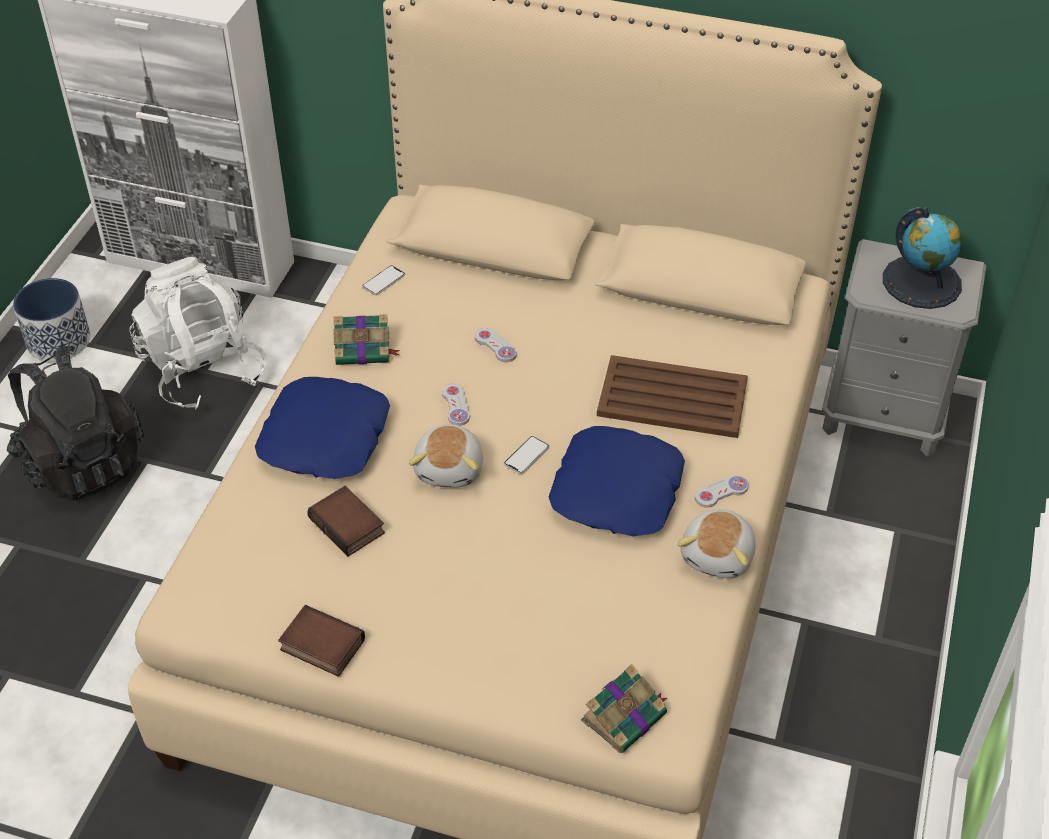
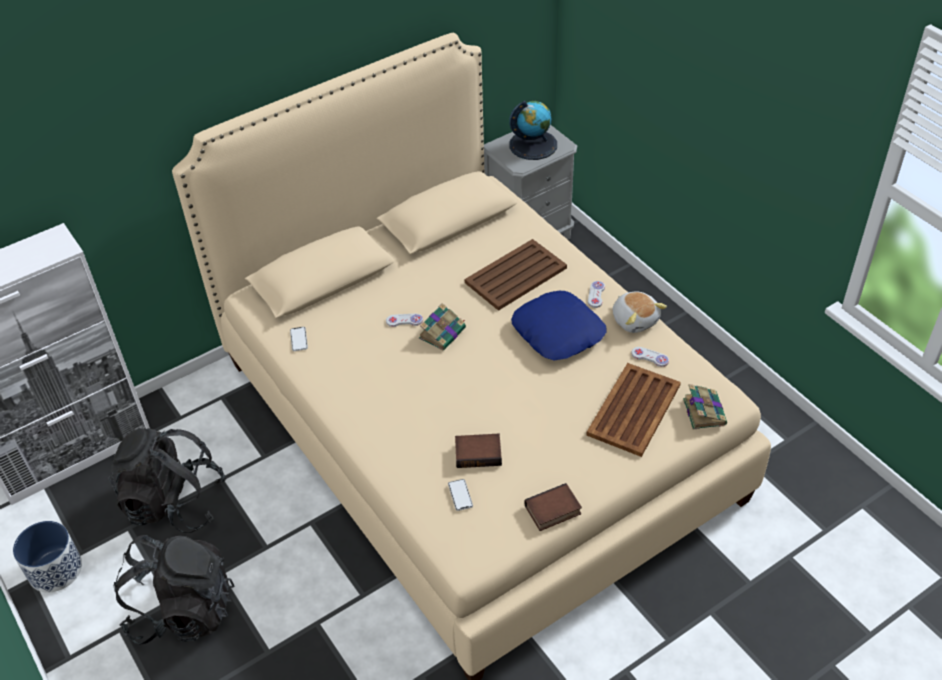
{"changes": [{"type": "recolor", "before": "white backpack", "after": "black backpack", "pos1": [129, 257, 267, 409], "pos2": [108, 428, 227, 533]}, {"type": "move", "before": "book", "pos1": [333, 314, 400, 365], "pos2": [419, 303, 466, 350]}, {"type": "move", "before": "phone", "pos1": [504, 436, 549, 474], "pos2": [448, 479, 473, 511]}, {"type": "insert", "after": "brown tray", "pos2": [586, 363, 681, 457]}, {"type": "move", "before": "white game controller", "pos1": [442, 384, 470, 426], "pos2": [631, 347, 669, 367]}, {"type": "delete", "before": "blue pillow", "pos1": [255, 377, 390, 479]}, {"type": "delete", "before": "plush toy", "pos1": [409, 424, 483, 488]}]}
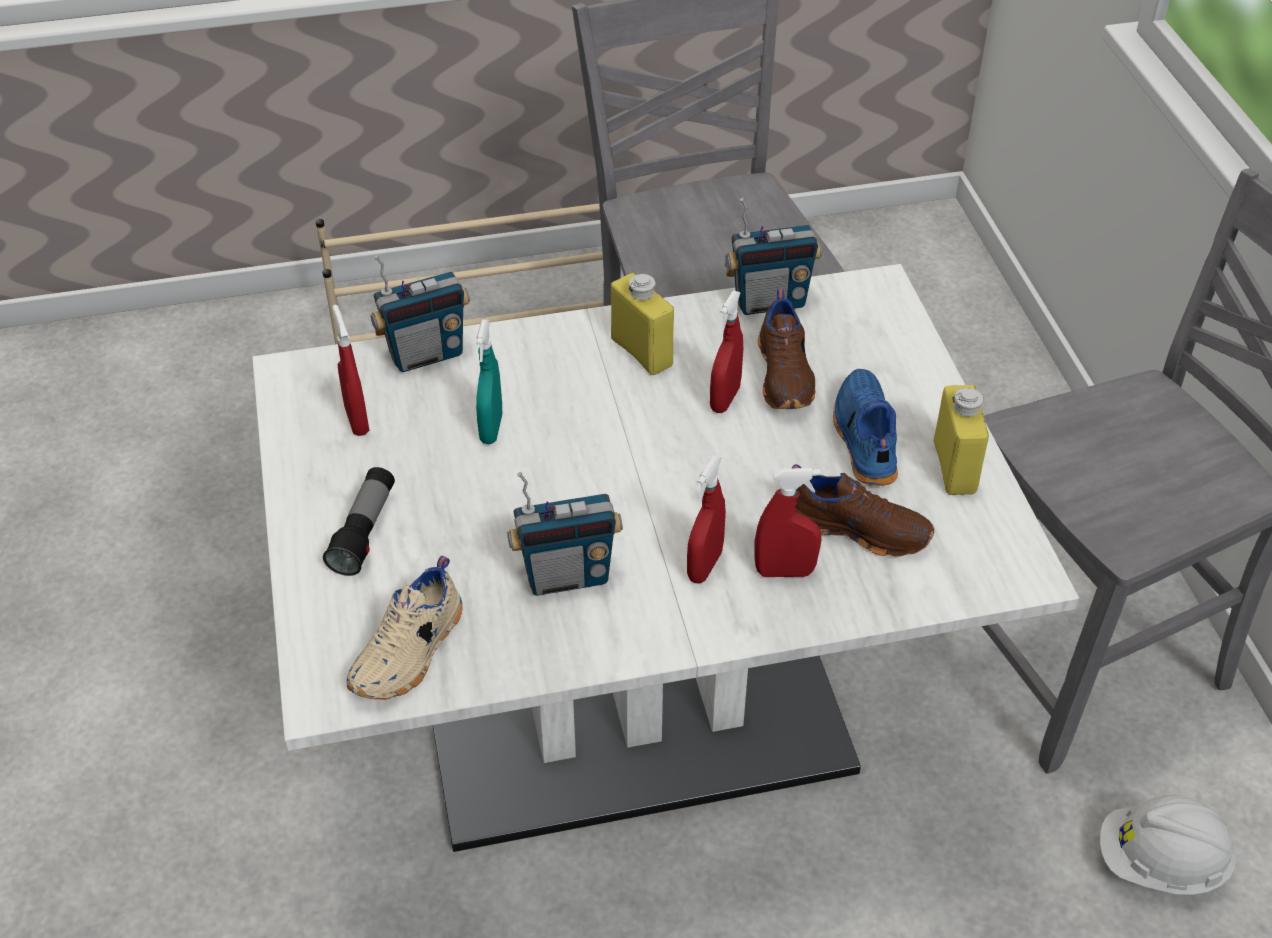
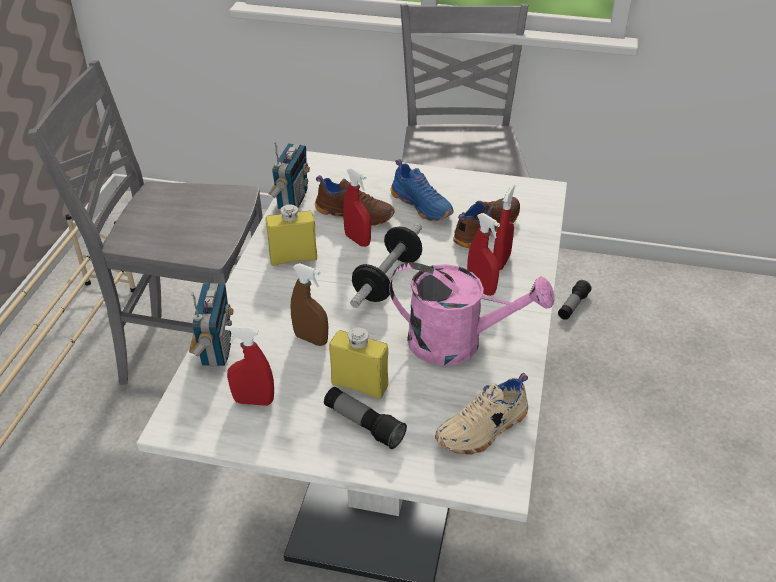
{"changes": [{"type": "recolor", "before": "turquoise spray bottle", "after": "brown spray bottle", "pos1": [476, 319, 502, 444], "pos2": [291, 263, 328, 346]}, {"type": "move", "before": "yellow bottle", "pos1": [934, 385, 989, 495], "pos2": [329, 327, 388, 399]}, {"type": "insert", "after": "dumbbell", "pos2": [350, 223, 422, 308]}, {"type": "replace", "before": "radio", "after": "pink watering can", "pos1": [507, 472, 623, 596], "pos2": [389, 262, 555, 366]}, {"type": "rotate", "before": "blue shoe", "pos1": [833, 369, 898, 486], "pos2": [391, 159, 454, 221], "turn": -150}, {"type": "rotate", "before": "beige shoe", "pos1": [347, 556, 462, 700], "pos2": [435, 373, 528, 455], "turn": 90}, {"type": "replace", "before": "white hard hat", "after": "flashlight", "pos1": [1100, 795, 1236, 895], "pos2": [558, 280, 592, 320]}]}
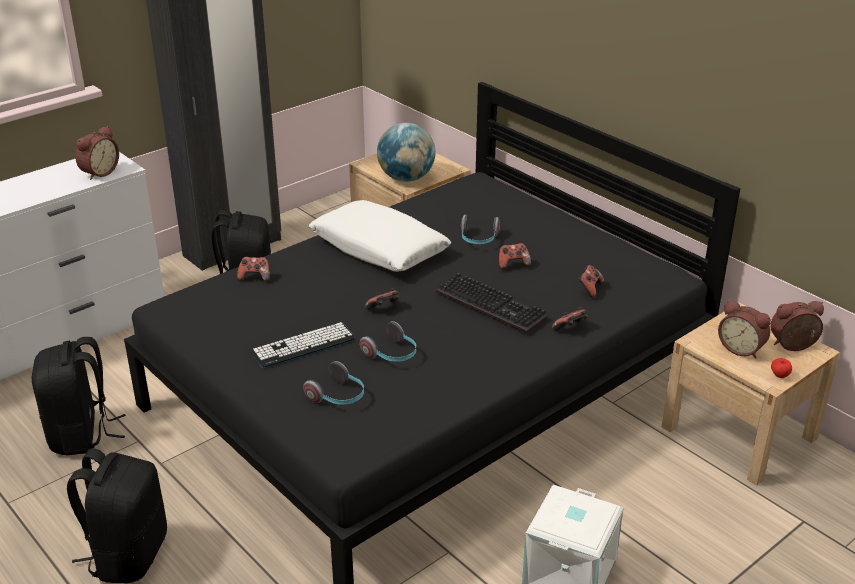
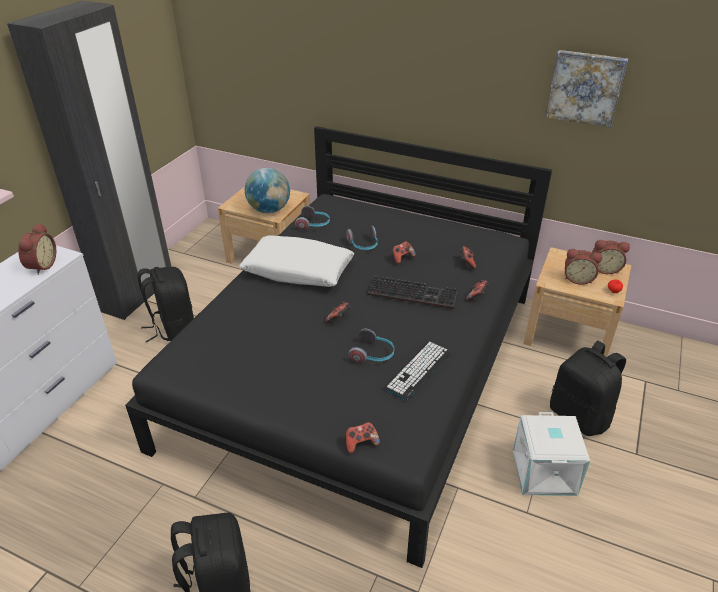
{"changes": [{"type": "move", "before": "headphones", "pos1": [303, 361, 364, 405], "pos2": [295, 206, 330, 230]}, {"type": "move", "before": "game controller", "pos1": [237, 257, 270, 282], "pos2": [346, 422, 380, 454]}, {"type": "move", "before": "keyboard", "pos1": [251, 322, 355, 368], "pos2": [384, 341, 450, 401]}, {"type": "insert", "after": "picture", "pos2": [545, 50, 628, 128]}, {"type": "move", "before": "black backpack", "pos1": [32, 337, 126, 455], "pos2": [550, 341, 626, 436]}, {"type": "rotate", "before": "alarm clock", "pos1": [771, 301, 824, 351], "pos2": [592, 240, 630, 274], "turn": -135}]}
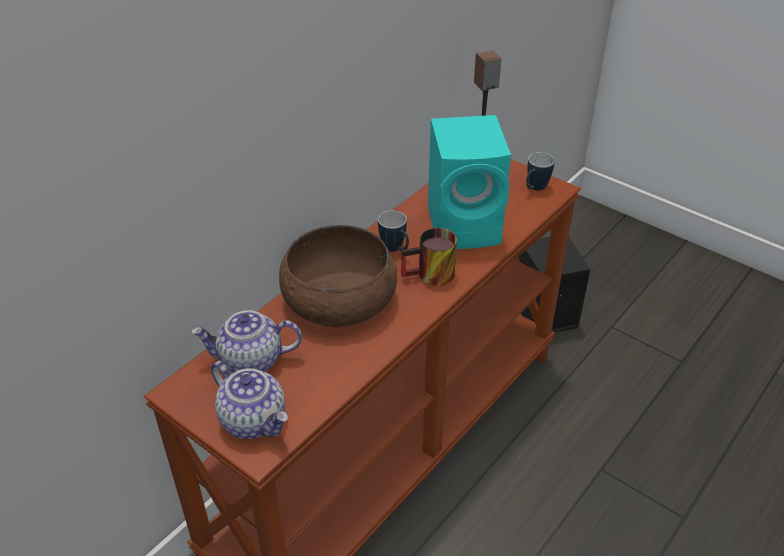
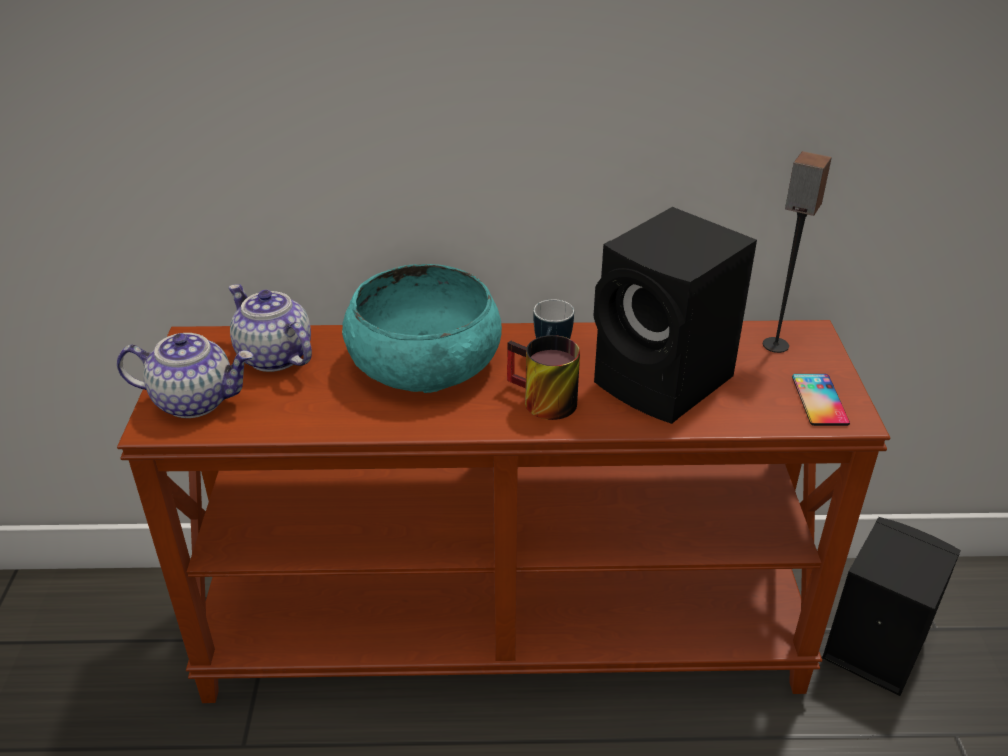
{"changes": [{"type": "rotate", "before": "teapot", "pos1": [211, 361, 288, 439], "pos2": [117, 333, 253, 418], "turn": -90}, {"type": "recolor", "before": "brown bowl", "after": "turquoise bowl", "pos1": [279, 225, 397, 328], "pos2": [342, 264, 502, 393]}, {"type": "recolor", "before": "turquoise speaker", "after": "black speaker", "pos1": [428, 115, 511, 249], "pos2": [594, 207, 757, 424]}, {"type": "replace", "before": "mug", "after": "phone", "pos1": [526, 152, 555, 191], "pos2": [792, 374, 850, 426]}]}
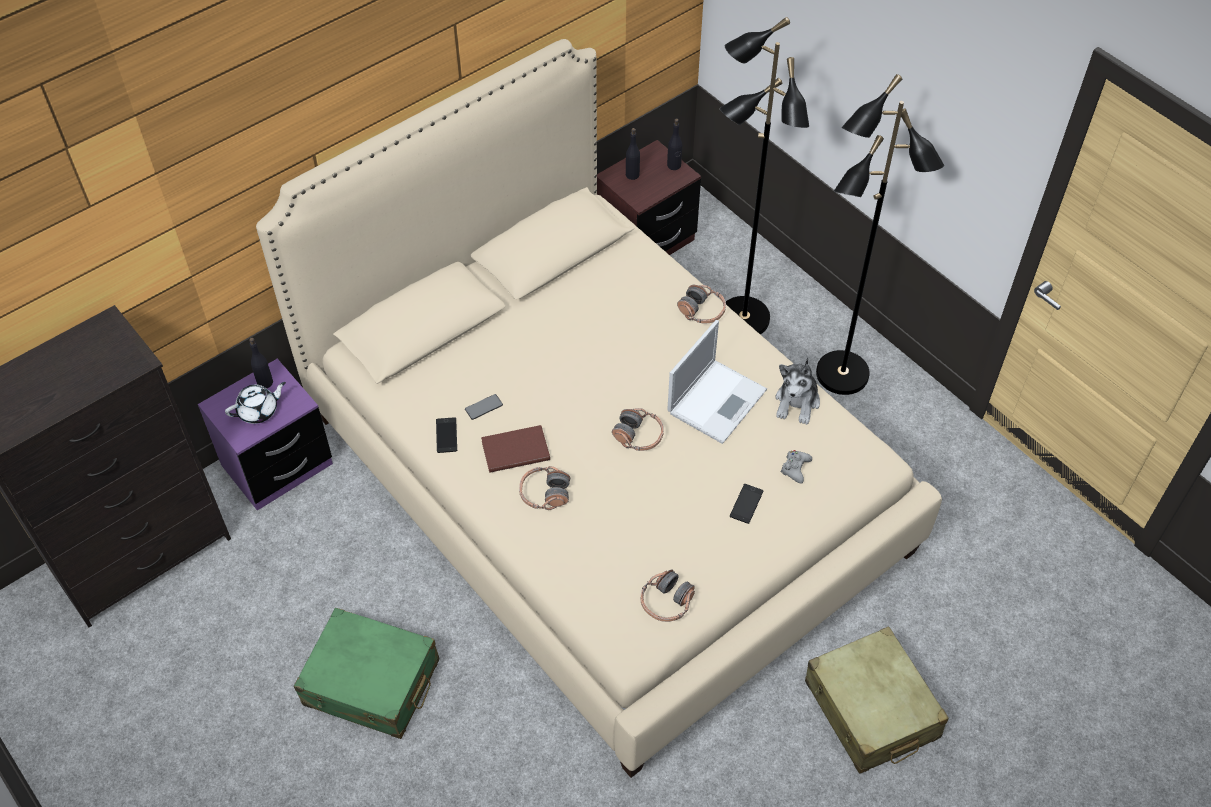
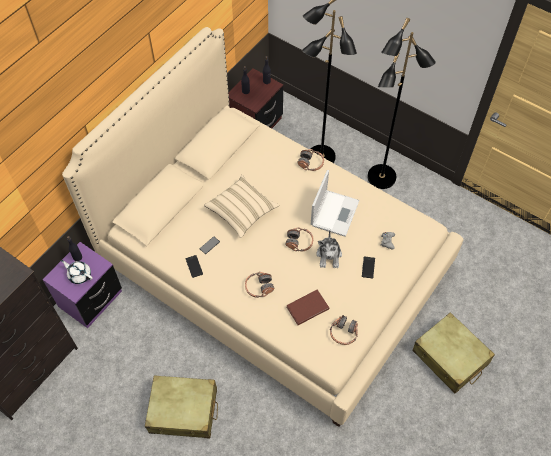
{"changes": [{"type": "rotate", "before": "white teapot", "pos1": [225, 382, 286, 424], "pos2": [61, 260, 93, 284], "turn": -105}, {"type": "recolor", "before": "green suitcase", "after": "beige suitcase", "pos1": [294, 608, 439, 739], "pos2": [145, 376, 218, 438]}, {"type": "insert", "after": "beige pillow", "pos2": [204, 175, 279, 238]}, {"type": "move", "before": "brown book", "pos1": [481, 425, 550, 473], "pos2": [286, 290, 329, 325]}, {"type": "move", "before": "plush toy", "pos1": [775, 358, 820, 425], "pos2": [316, 230, 342, 268]}]}
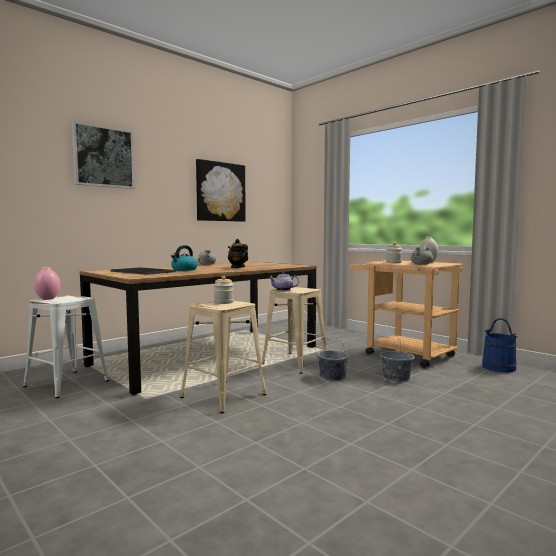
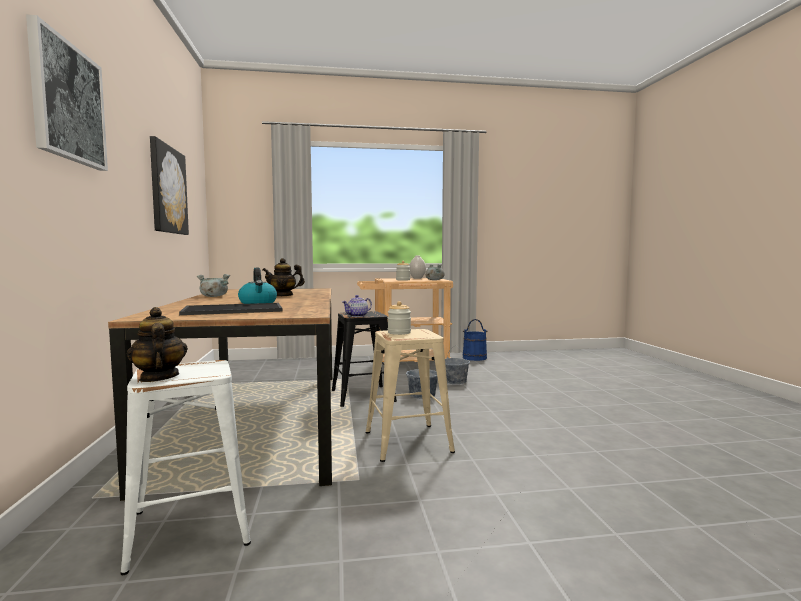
{"changes": [{"type": "replace", "before": "pink vase", "after": "teapot", "pos1": [34, 267, 60, 300], "pos2": [127, 307, 188, 382]}, {"type": "recolor", "before": "beige stool", "after": "black stool", "pos1": [261, 287, 327, 374], "pos2": [332, 311, 397, 407]}]}
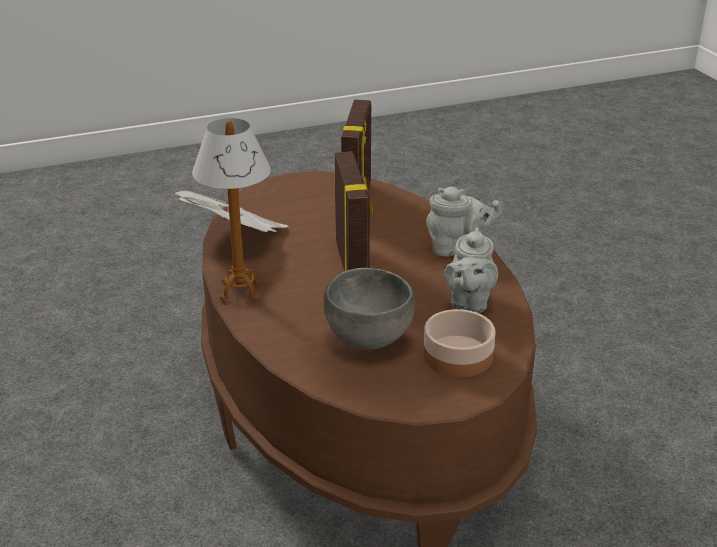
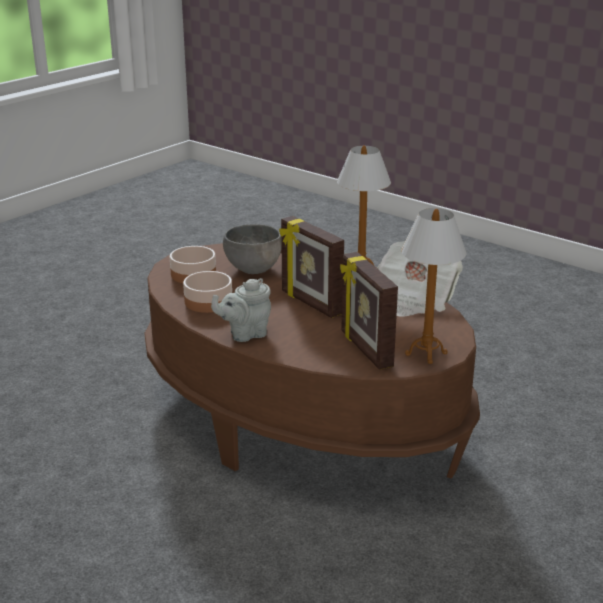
{"changes": [{"type": "replace", "before": "grey teapot", "after": "bowl", "pos1": [444, 227, 498, 313], "pos2": [183, 271, 232, 313]}, {"type": "insert", "after": "table lamp", "pos2": [401, 208, 466, 364]}]}
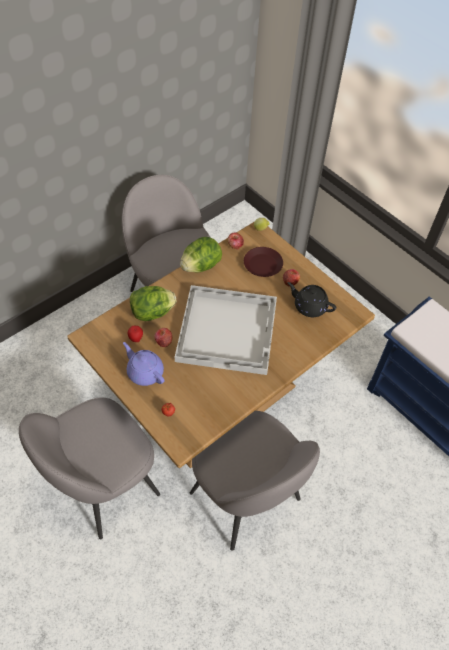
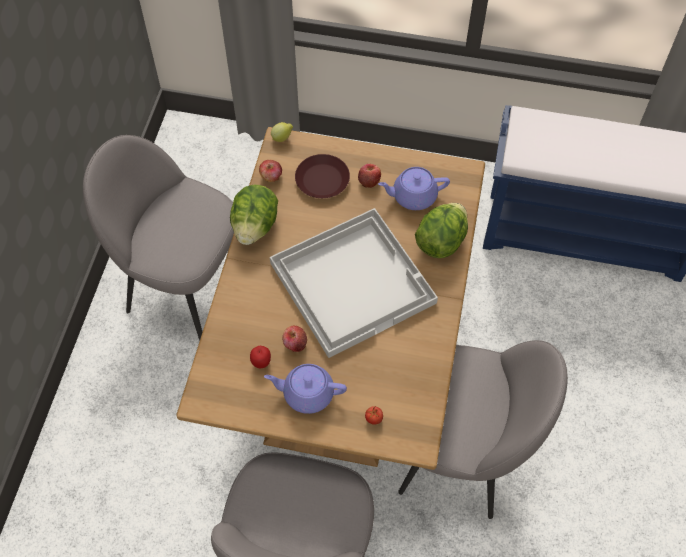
{"changes": [{"type": "recolor", "before": "black teapot", "after": "purple teapot", "pos1": [287, 282, 336, 317], "pos2": [378, 167, 450, 210]}, {"type": "move", "before": "lettuce", "pos1": [130, 286, 177, 321], "pos2": [415, 203, 468, 258]}]}
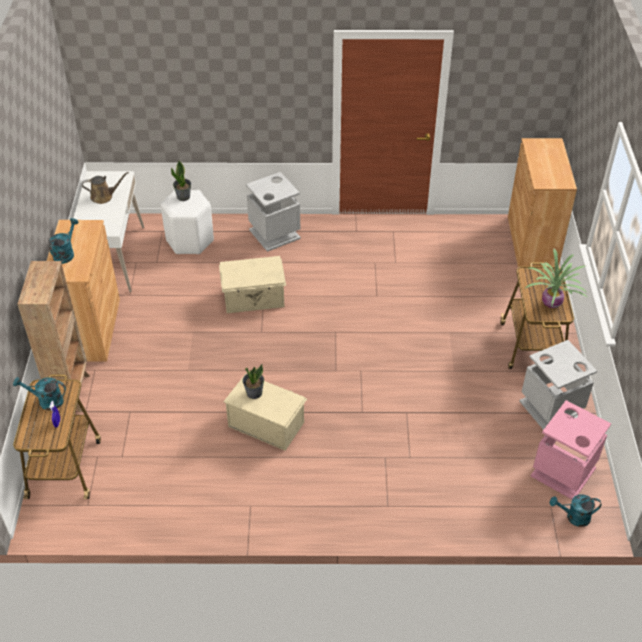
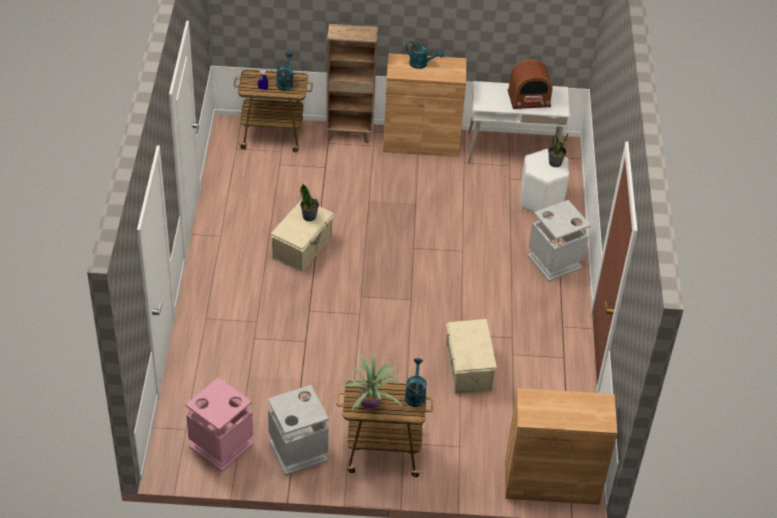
{"changes": [{"type": "move", "before": "turquoise watering can", "pos1": [550, 495, 601, 527], "pos2": [405, 358, 427, 407]}, {"type": "move", "before": "beige storage box", "pos1": [219, 256, 286, 313], "pos2": [446, 319, 497, 394]}, {"type": "replace", "before": "brown watering can", "after": "radio", "pos1": [82, 172, 129, 204], "pos2": [507, 60, 553, 109]}]}
